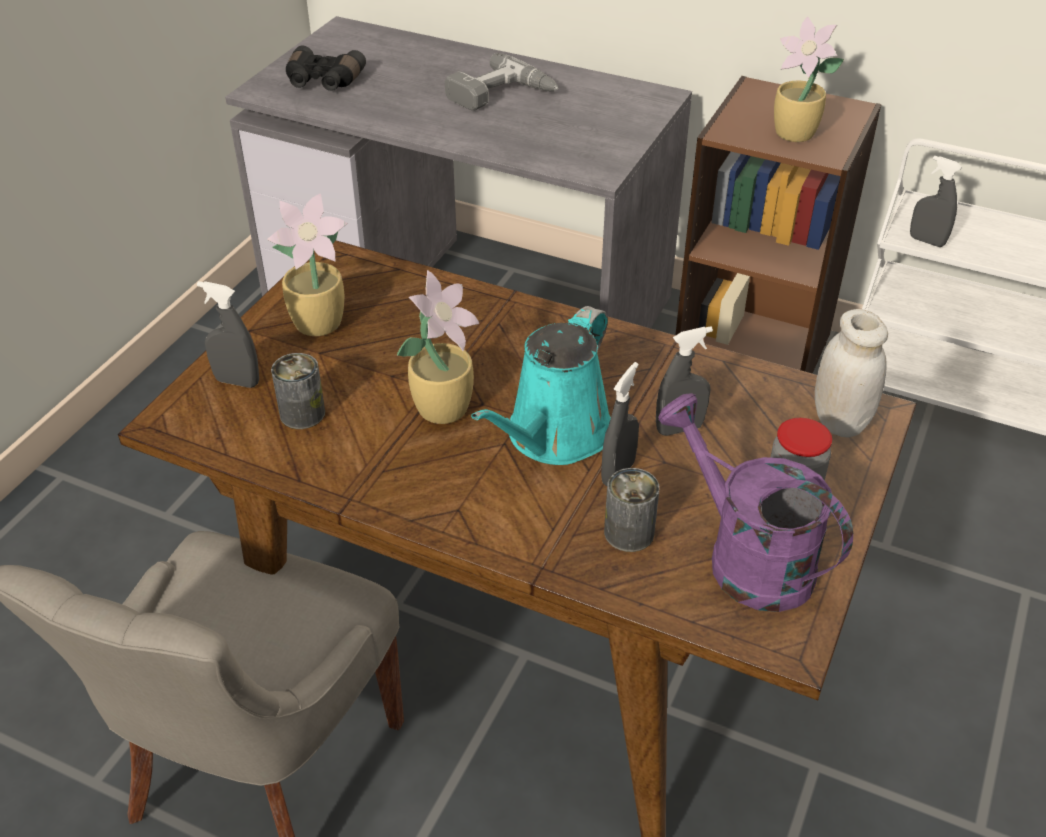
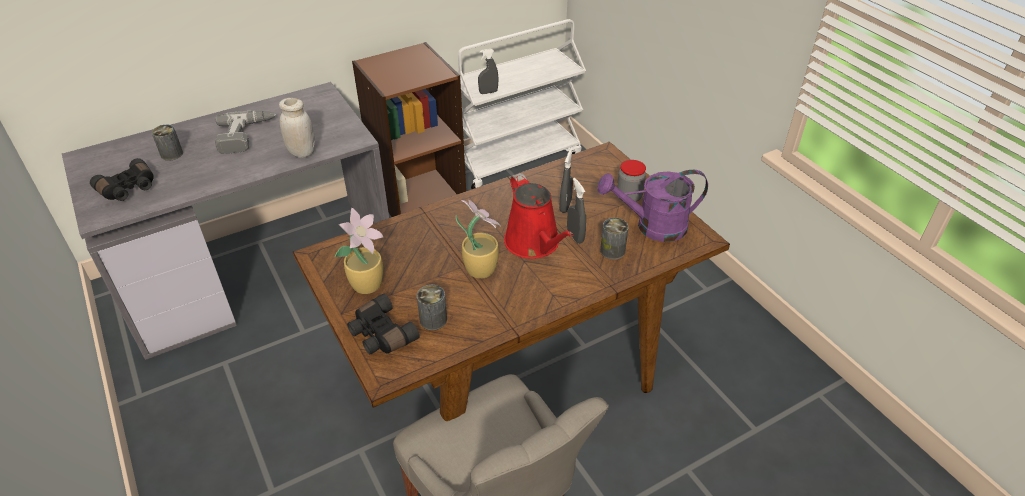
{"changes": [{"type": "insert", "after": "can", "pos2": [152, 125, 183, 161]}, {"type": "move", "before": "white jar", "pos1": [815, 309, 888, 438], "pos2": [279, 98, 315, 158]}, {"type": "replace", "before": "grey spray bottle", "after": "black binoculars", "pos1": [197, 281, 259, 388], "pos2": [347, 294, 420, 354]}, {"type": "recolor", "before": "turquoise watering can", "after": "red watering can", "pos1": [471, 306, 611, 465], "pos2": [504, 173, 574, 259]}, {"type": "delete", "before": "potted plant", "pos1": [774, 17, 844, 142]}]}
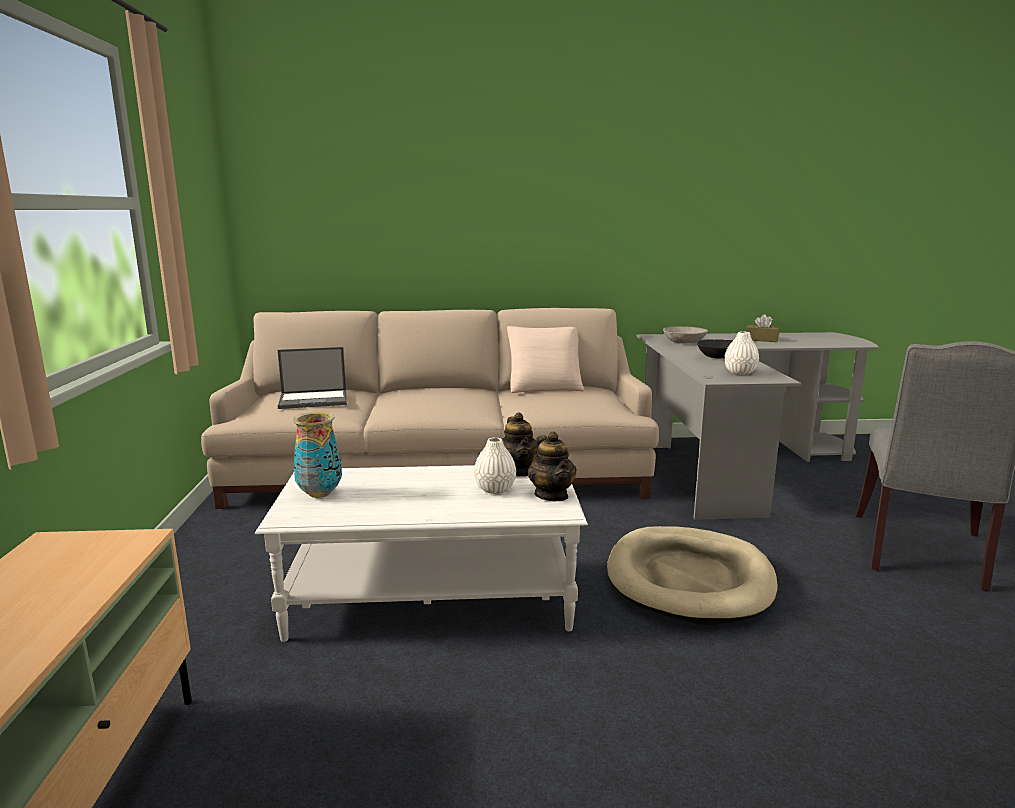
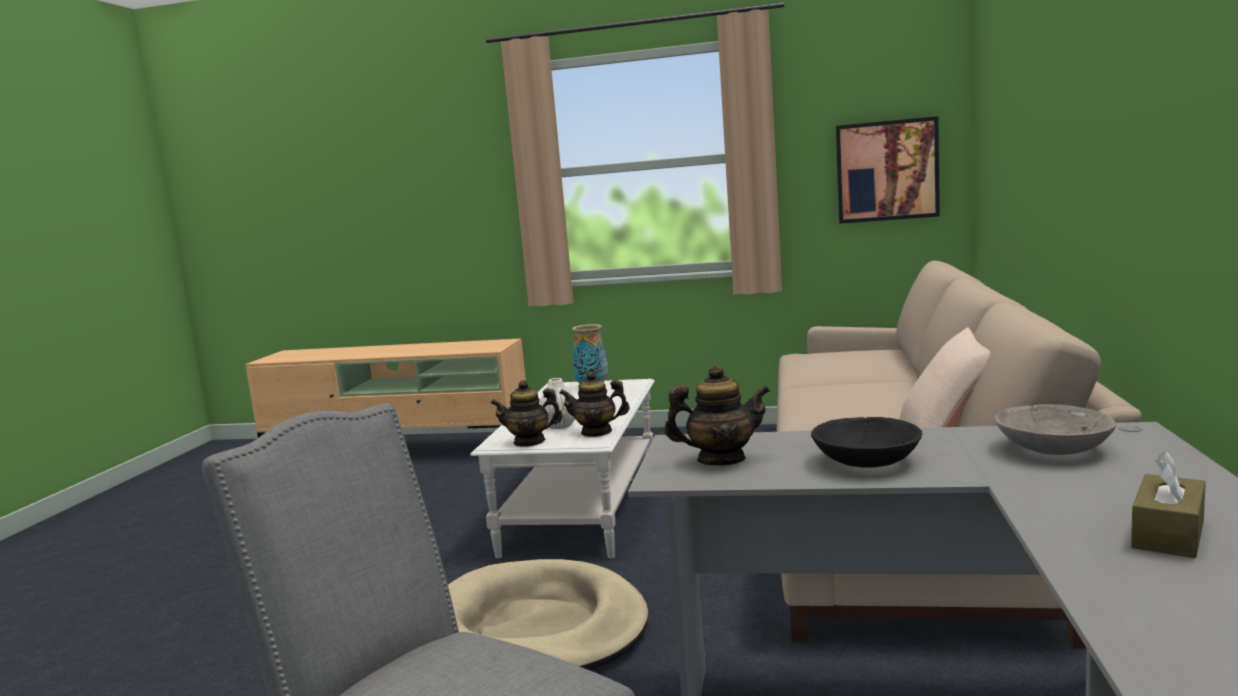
{"changes": [{"type": "replace", "before": "white vase", "after": "teapot", "pos1": [724, 331, 759, 375], "pos2": [664, 365, 770, 466]}, {"type": "insert", "after": "picture", "pos2": [836, 116, 940, 224]}, {"type": "delete", "before": "laptop", "pos1": [278, 347, 347, 409]}]}
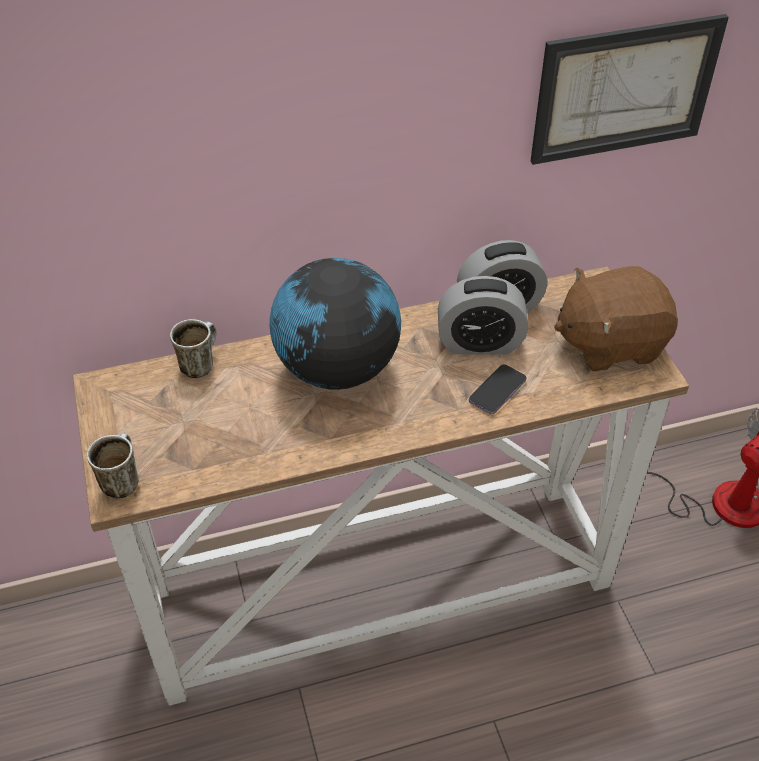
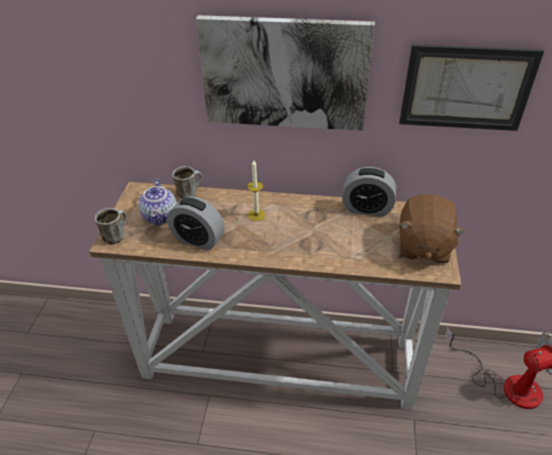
{"changes": [{"type": "insert", "after": "teapot", "pos2": [139, 179, 177, 226]}, {"type": "move", "before": "alarm clock", "pos1": [438, 276, 528, 355], "pos2": [167, 196, 225, 251]}, {"type": "insert", "after": "picture", "pos2": [196, 15, 375, 131]}, {"type": "replace", "before": "globe", "after": "candle", "pos1": [270, 258, 401, 390], "pos2": [247, 160, 266, 221]}, {"type": "rotate", "before": "brown plush toy", "pos1": [554, 266, 678, 372], "pos2": [399, 194, 465, 263], "turn": -90}, {"type": "delete", "before": "phone", "pos1": [469, 364, 526, 414]}]}
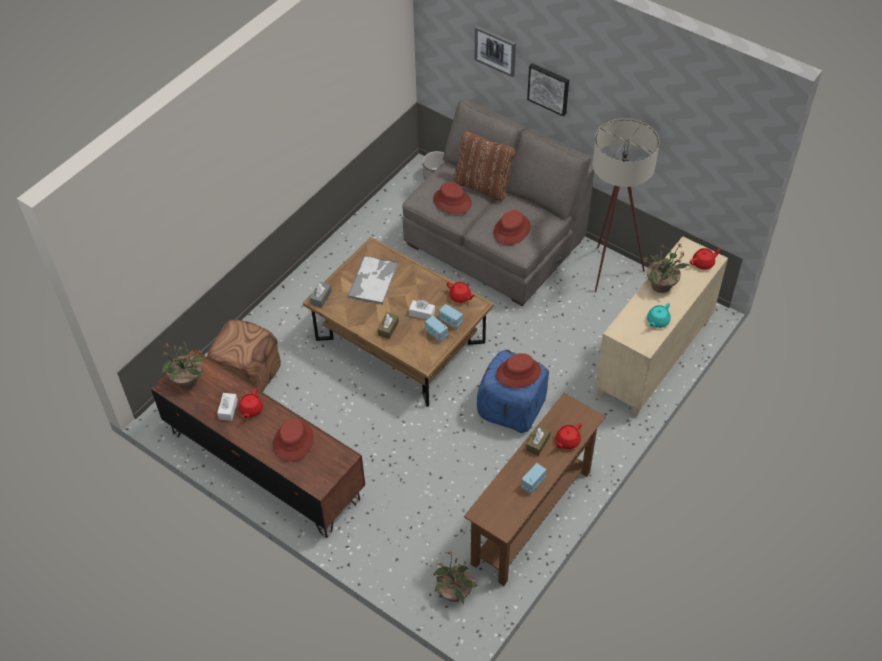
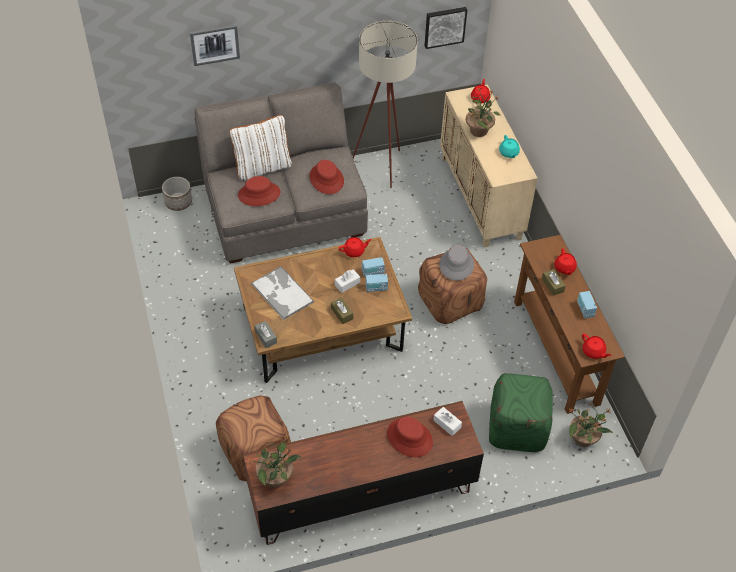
{"changes": [{"type": "recolor", "before": "brown pillow", "after": "white pillow", "pos1": [454, 131, 515, 201], "pos2": [229, 115, 292, 181]}, {"type": "recolor", "before": "blue ottoman", "after": "brown ottoman", "pos1": [477, 350, 549, 433], "pos2": [418, 248, 487, 324]}, {"type": "move", "before": "picture", "pos1": [527, 63, 569, 116], "pos2": [424, 7, 467, 49]}, {"type": "move", "before": "white tissue box", "pos1": [217, 393, 238, 421], "pos2": [433, 407, 462, 436]}, {"type": "recolor", "before": "red hat", "after": "grey hat", "pos1": [496, 353, 541, 388], "pos2": [439, 245, 474, 281]}, {"type": "insert", "after": "green ottoman", "pos2": [489, 373, 553, 452]}, {"type": "move", "before": "red teapot", "pos1": [239, 388, 263, 418], "pos2": [582, 333, 611, 359]}]}
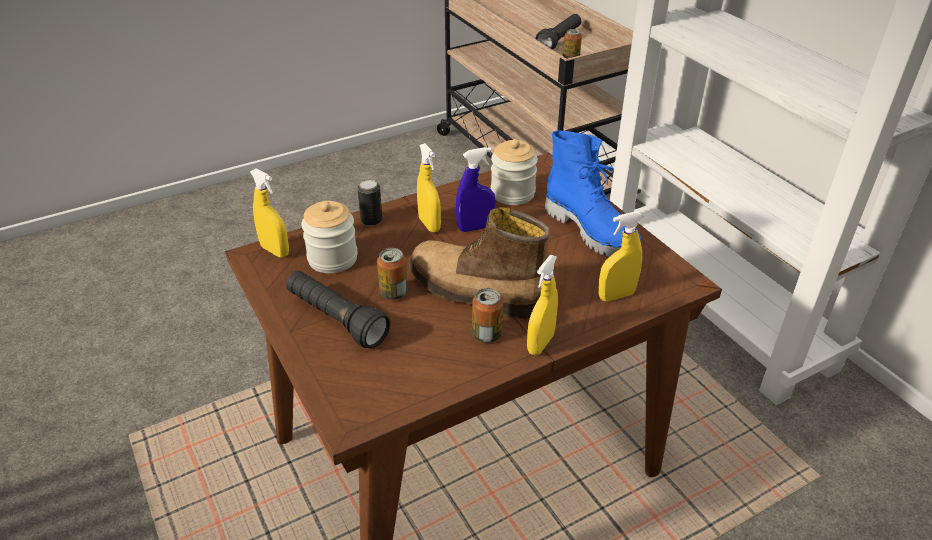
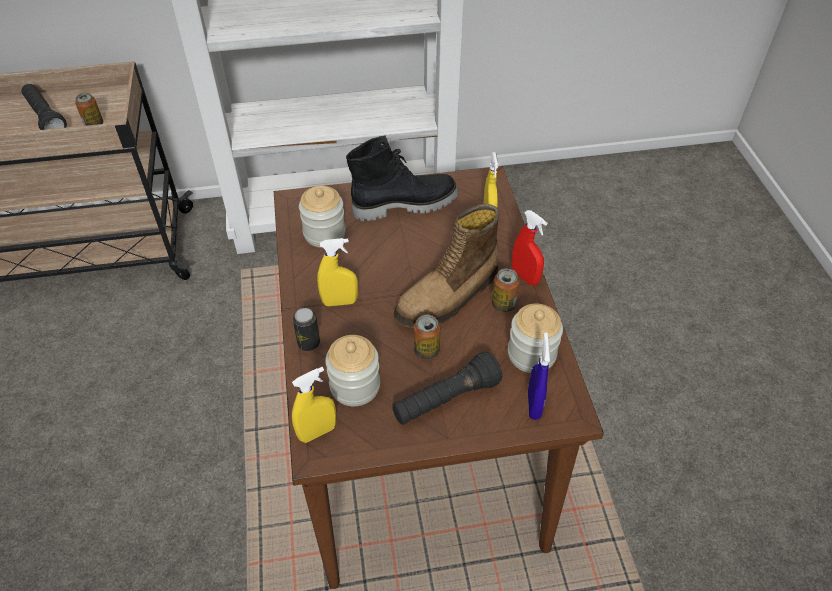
{"changes": [{"type": "recolor", "before": "blue boot", "after": "black boot", "pos1": [545, 130, 641, 257], "pos2": [346, 135, 458, 222]}, {"type": "insert", "after": "jar", "pos2": [508, 304, 563, 373]}, {"type": "recolor", "before": "yellow spray bottle", "after": "red spray bottle", "pos1": [527, 255, 558, 355], "pos2": [512, 210, 547, 285]}, {"type": "move", "before": "blue spray bottle", "pos1": [456, 147, 495, 232], "pos2": [528, 332, 550, 420]}]}
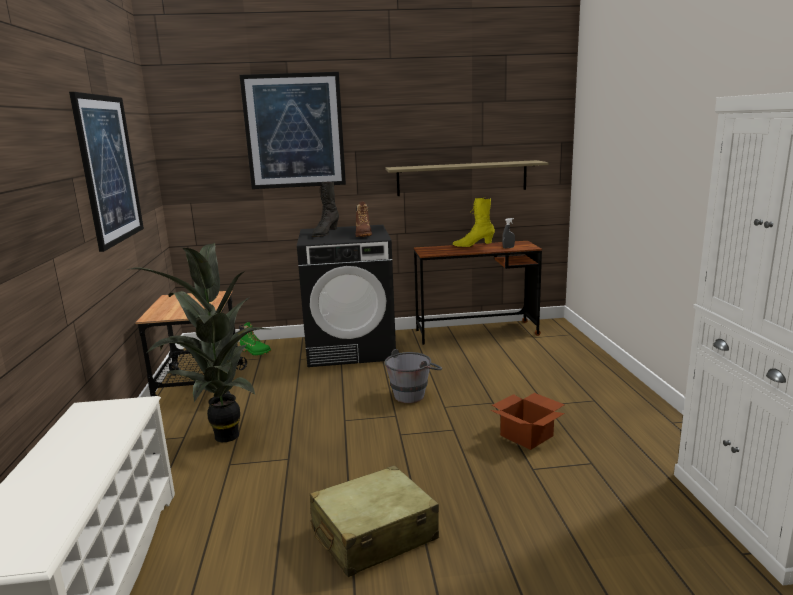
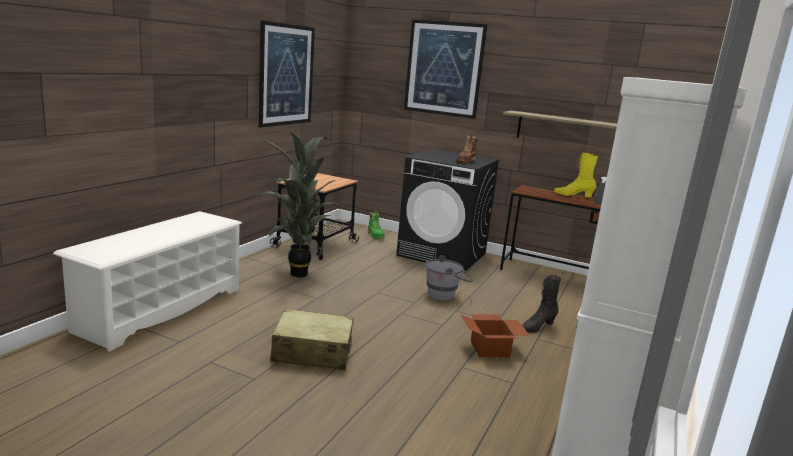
{"changes": [{"type": "move", "before": "black boot", "pos1": [312, 182, 339, 237], "pos2": [522, 275, 561, 333]}]}
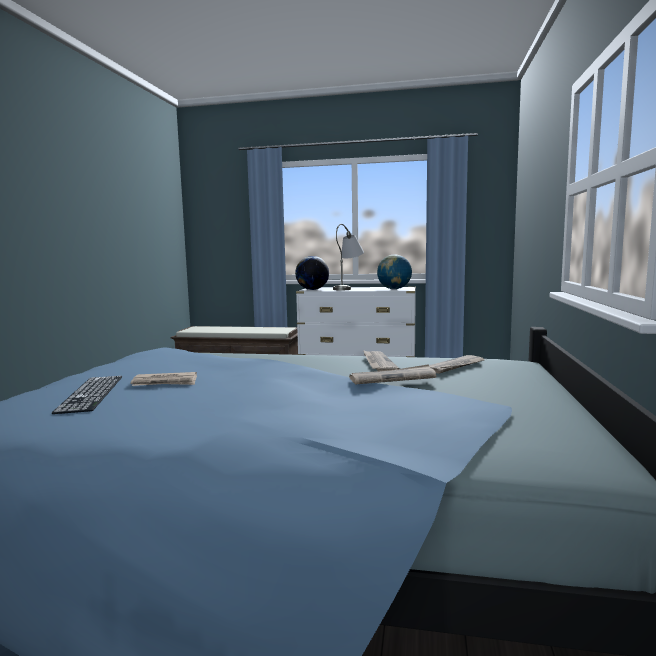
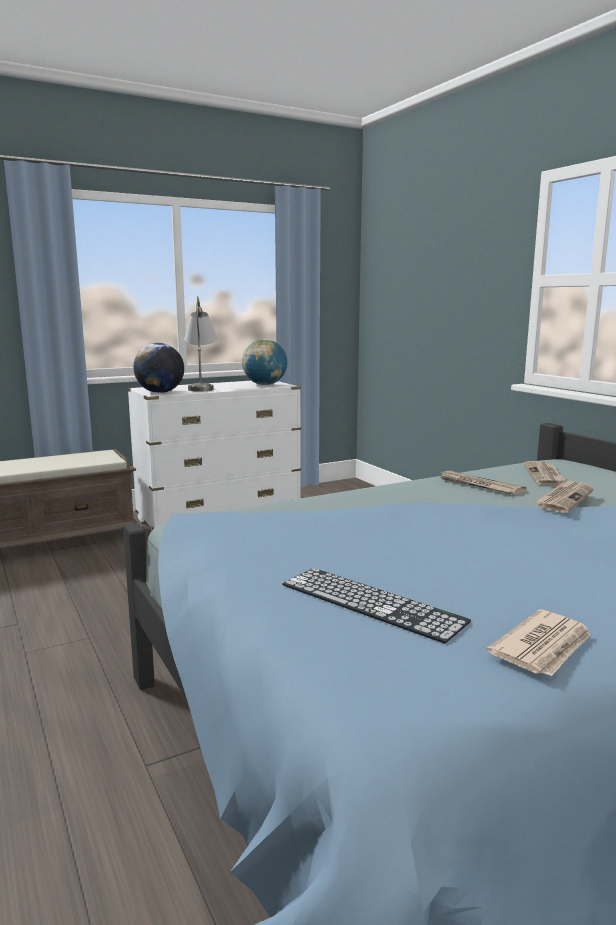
{"changes": [{"type": "move", "before": "newspaper", "pos1": [131, 372, 197, 386], "pos2": [487, 610, 591, 676]}]}
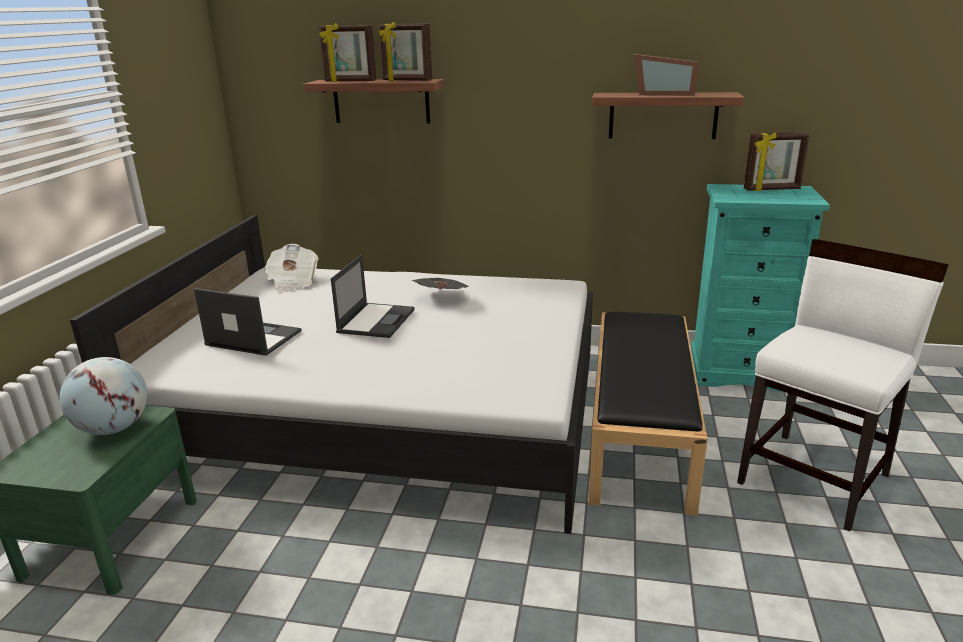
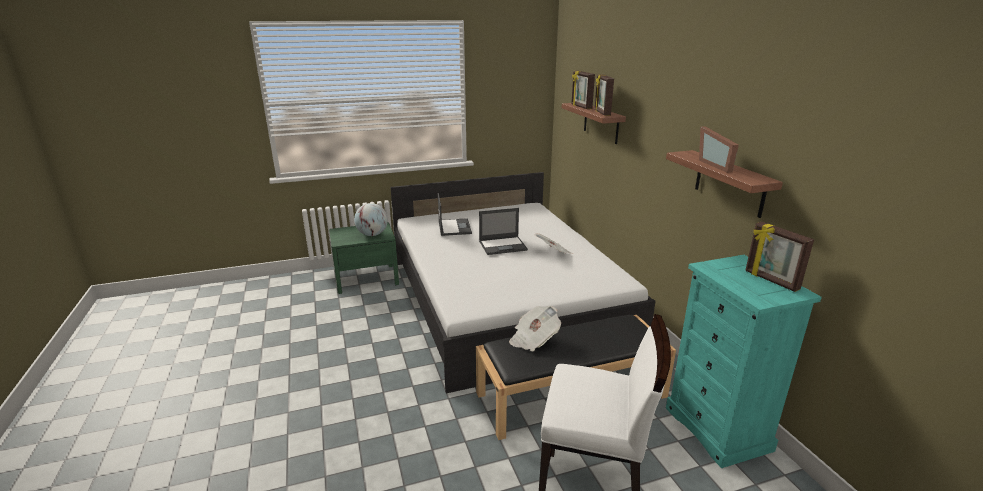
{"changes": [{"type": "move", "before": "newspaper", "pos1": [264, 244, 319, 293], "pos2": [509, 306, 561, 351]}]}
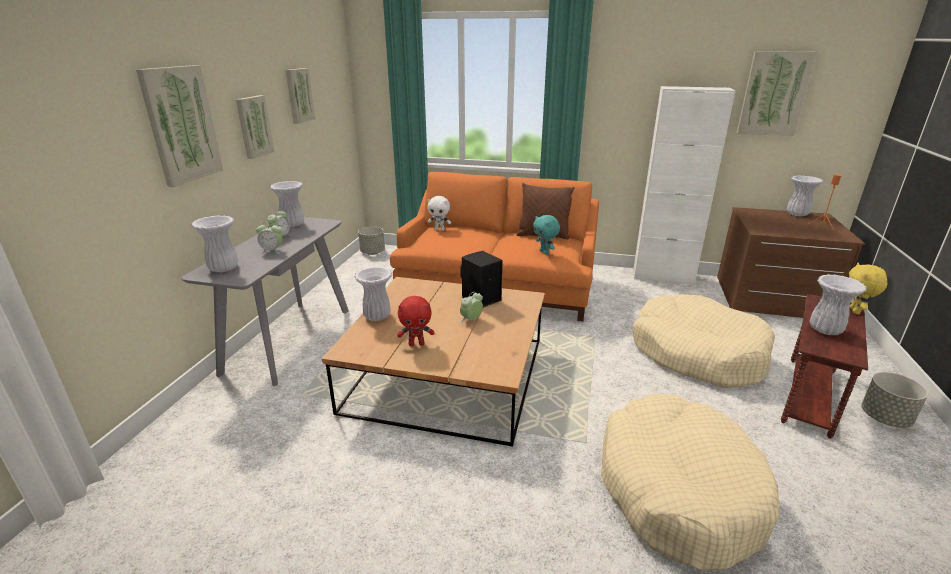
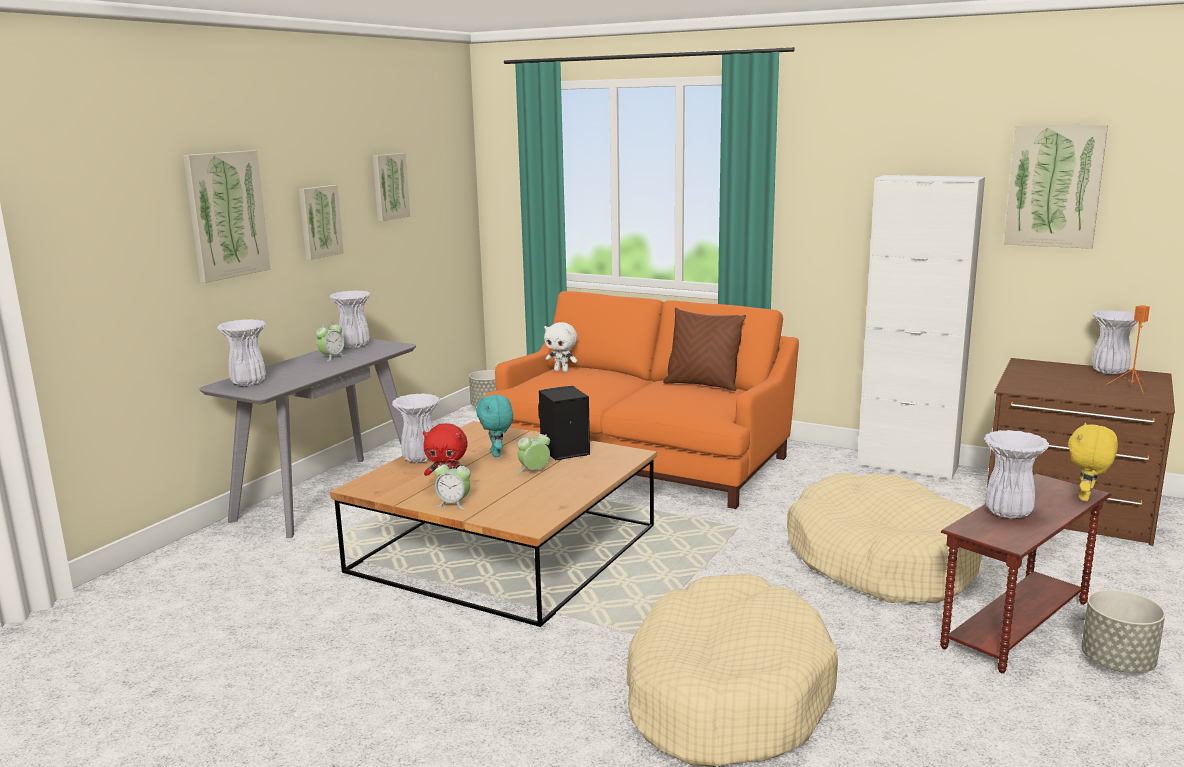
{"changes": [{"type": "move", "before": "alarm clock", "pos1": [256, 221, 283, 254], "pos2": [434, 459, 471, 509]}, {"type": "move", "before": "turquoise plush toy", "pos1": [533, 215, 560, 255], "pos2": [476, 395, 513, 457]}]}
